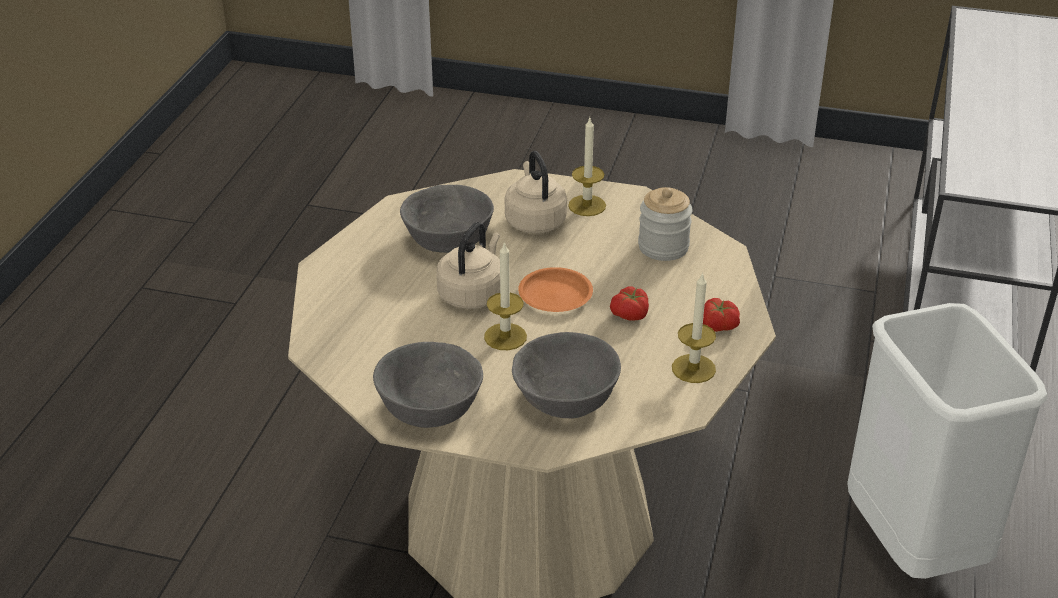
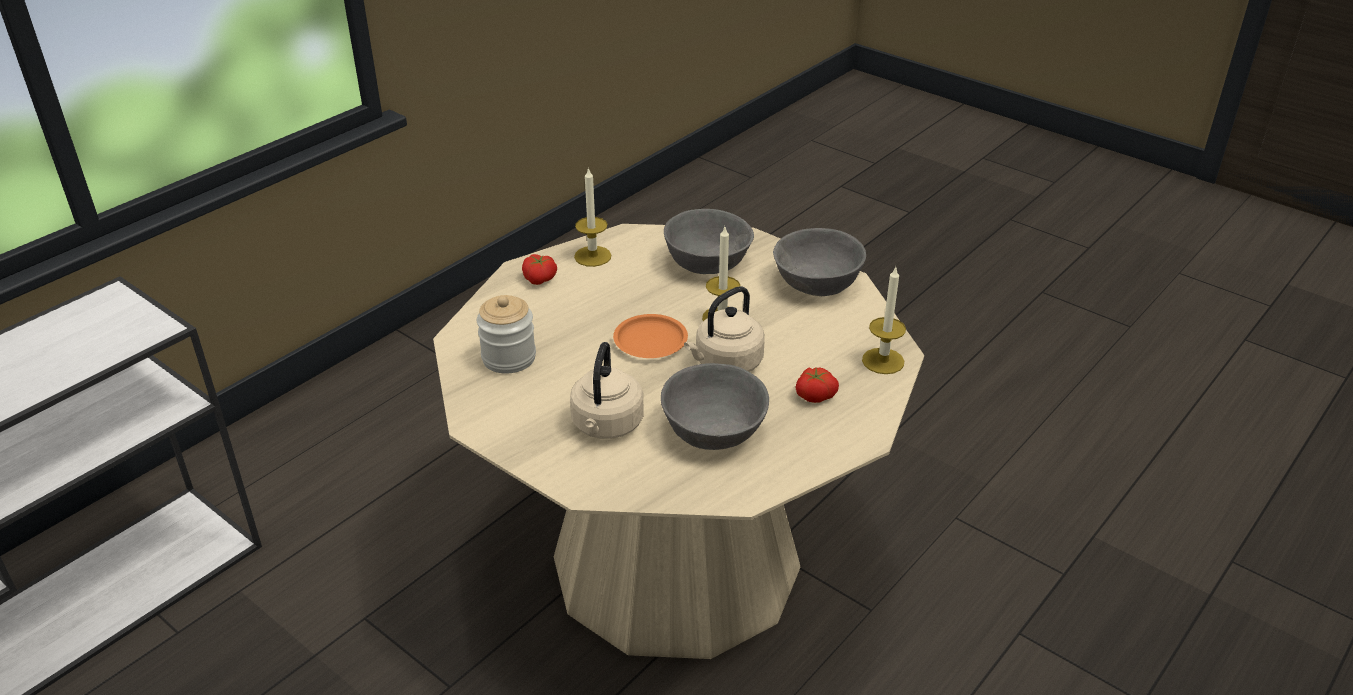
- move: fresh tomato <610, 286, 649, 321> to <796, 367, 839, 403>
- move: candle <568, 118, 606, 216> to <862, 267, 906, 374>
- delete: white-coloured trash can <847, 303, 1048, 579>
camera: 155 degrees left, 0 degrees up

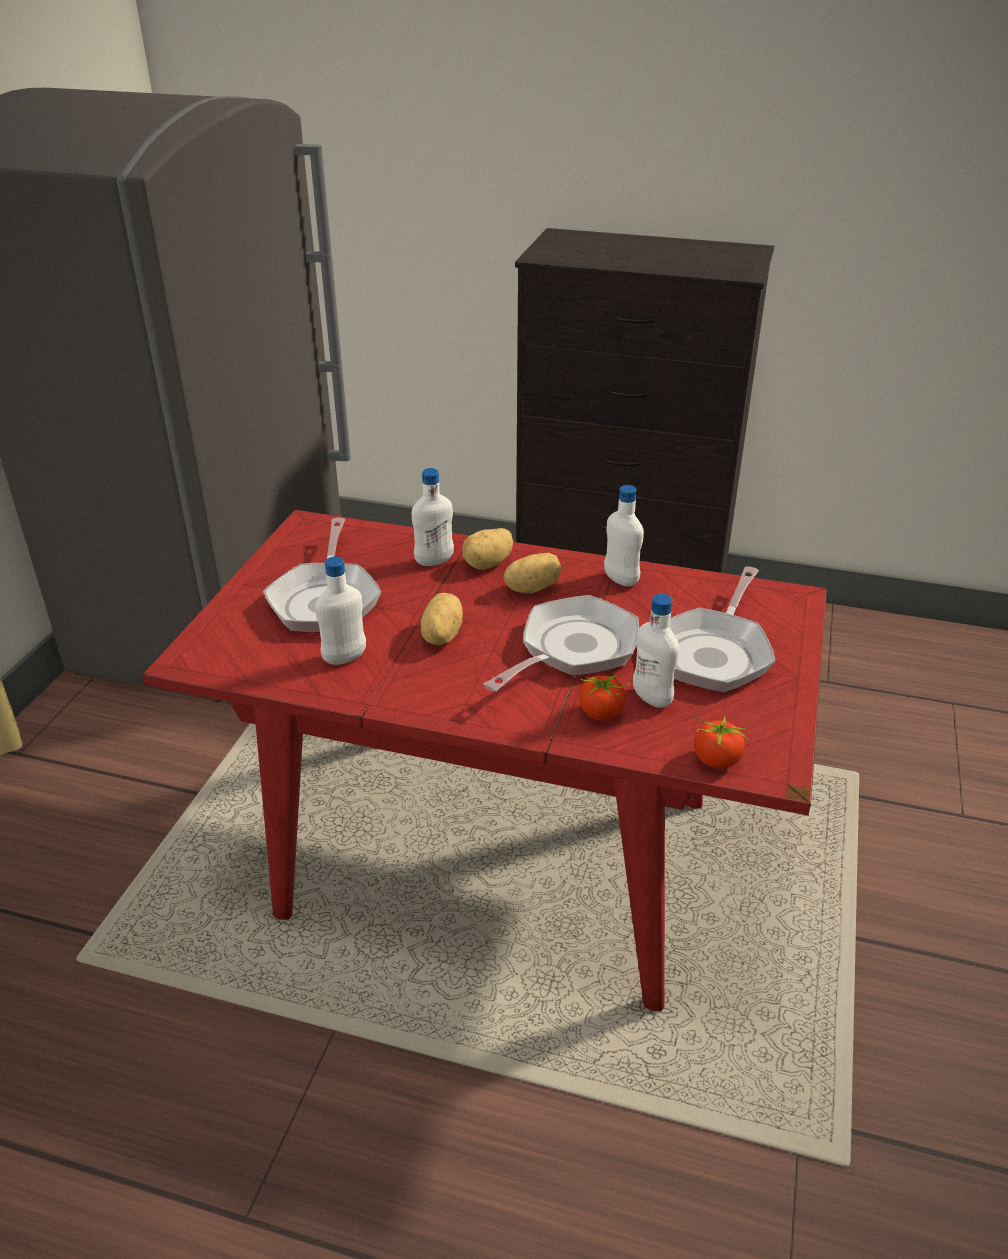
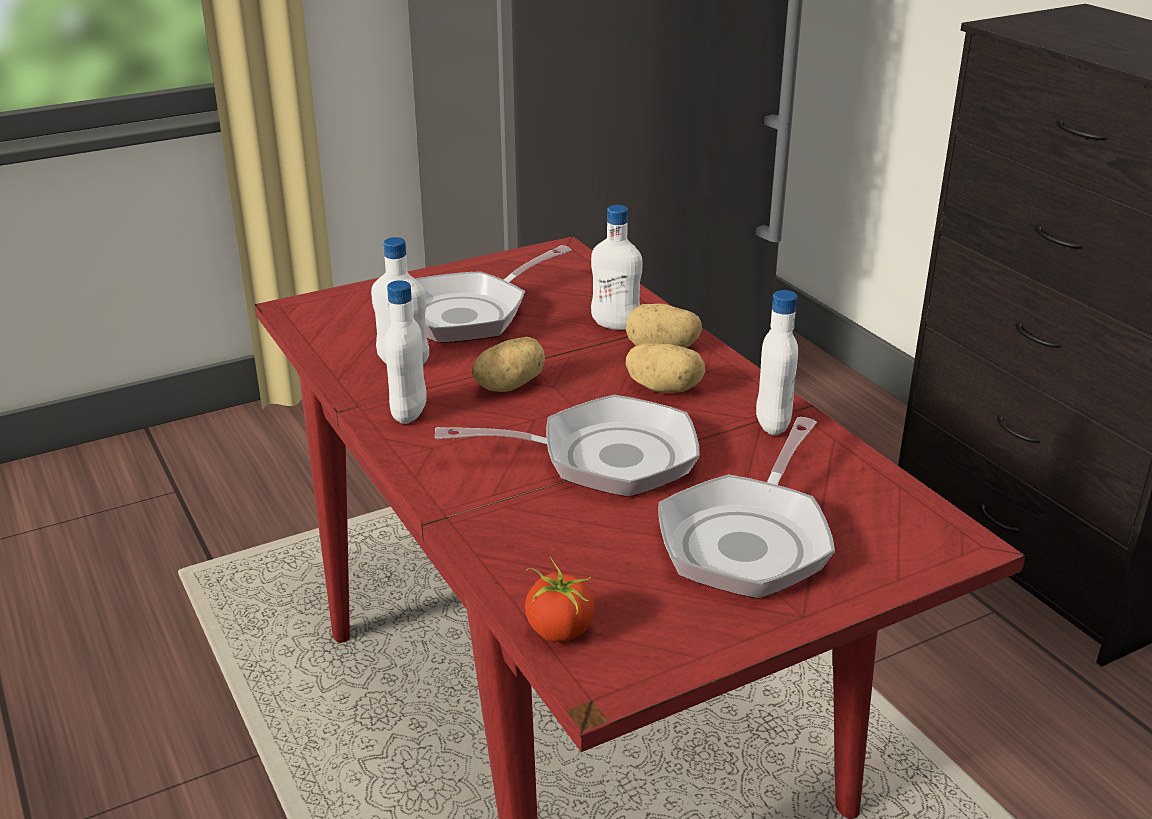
- move: white-coloured bottle <633, 594, 679, 708> to <384, 280, 427, 424>
- rotate: skillet <669, 567, 775, 693> = <658, 417, 835, 599> 45 degrees counterclockwise
- delete: fresh tomato <579, 672, 629, 721>
camera: 45 degrees right, 5 degrees down

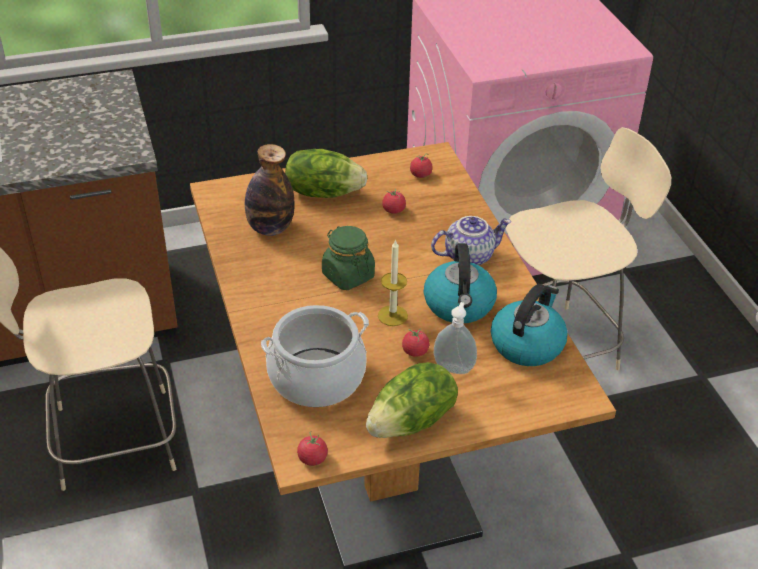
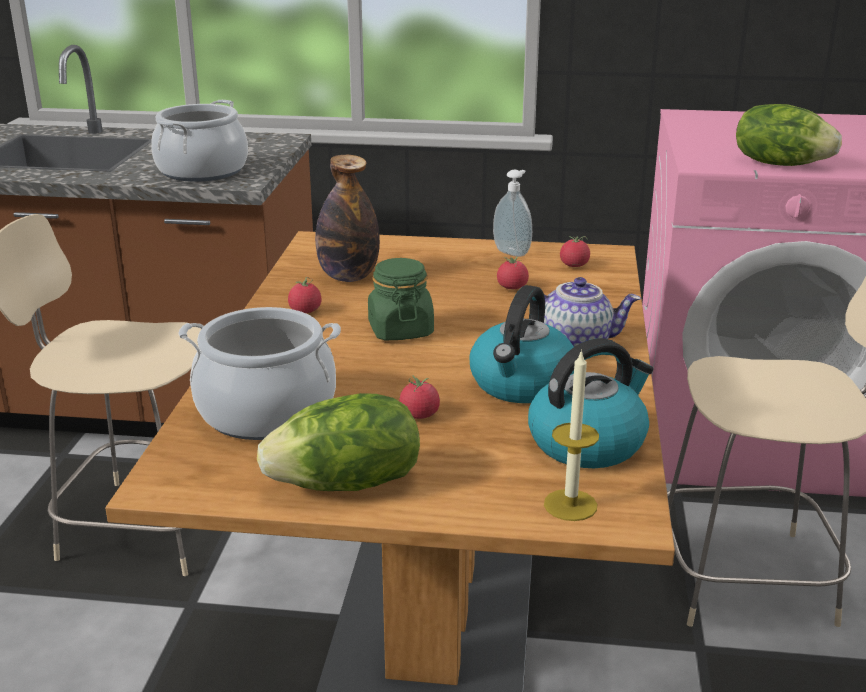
- insert: cooking pot <151, 100, 248, 182>
- move: fresh tomato <297, 431, 328, 466> to <288, 277, 322, 313>
- move: liquid soap bottle <434, 302, 477, 374> to <493, 169, 532, 257>
- move: candle <378, 239, 408, 326> to <544, 349, 599, 521>
- move: head of lettuce <285, 149, 368, 198> to <736, 104, 842, 166>
camera: 25 degrees right, 15 degrees down

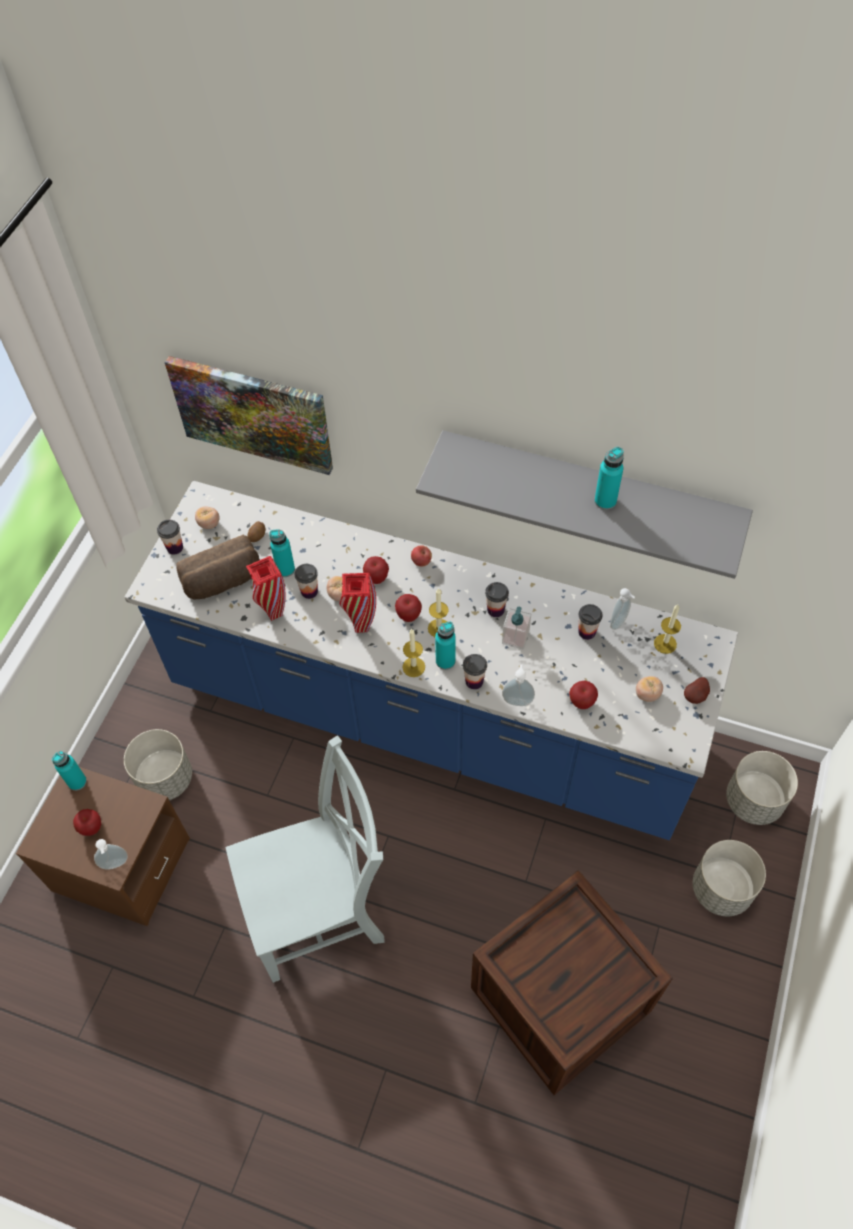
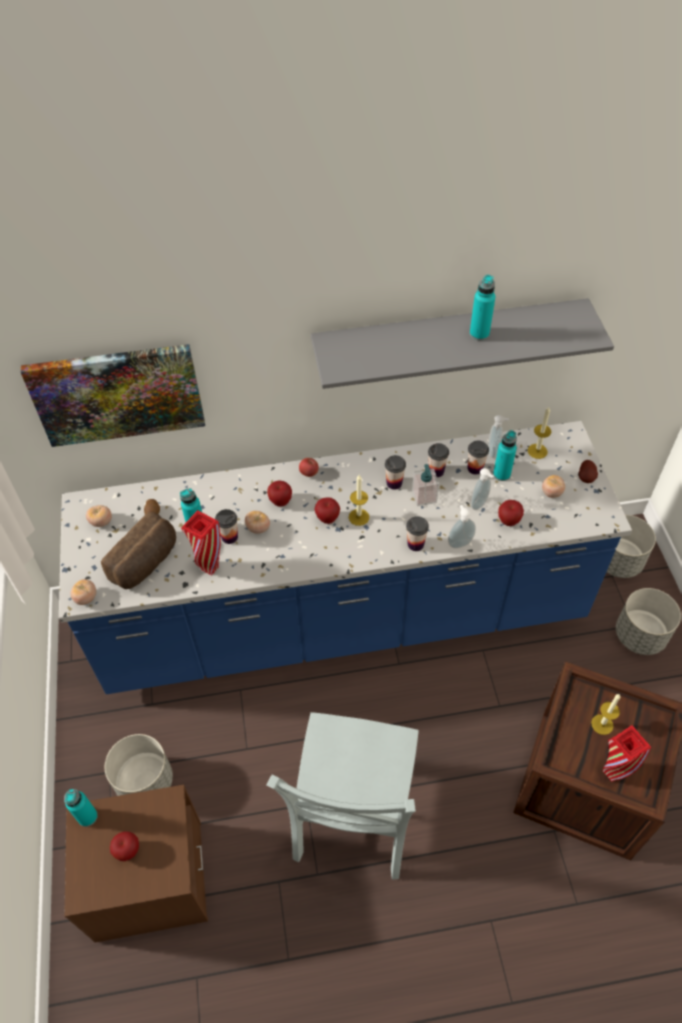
- insert: fresh tomato <71, 579, 96, 605>
- rotate: grey plain chair <225, 735, 385, 983> = <267, 712, 419, 880> 150 degrees clockwise
- move: small cup <157, 520, 183, 555> to <428, 443, 449, 477>
- move: liquid soap bottle <94, 839, 128, 870> to <471, 468, 493, 510>
- move: blue-green bottle <435, 622, 456, 670> to <493, 430, 517, 481>
- move: candle <402, 629, 425, 677> to <591, 694, 620, 735>
- move: red-coloured vase <340, 573, 376, 633> to <603, 725, 651, 782>
camera: 30 degrees left, 5 degrees down

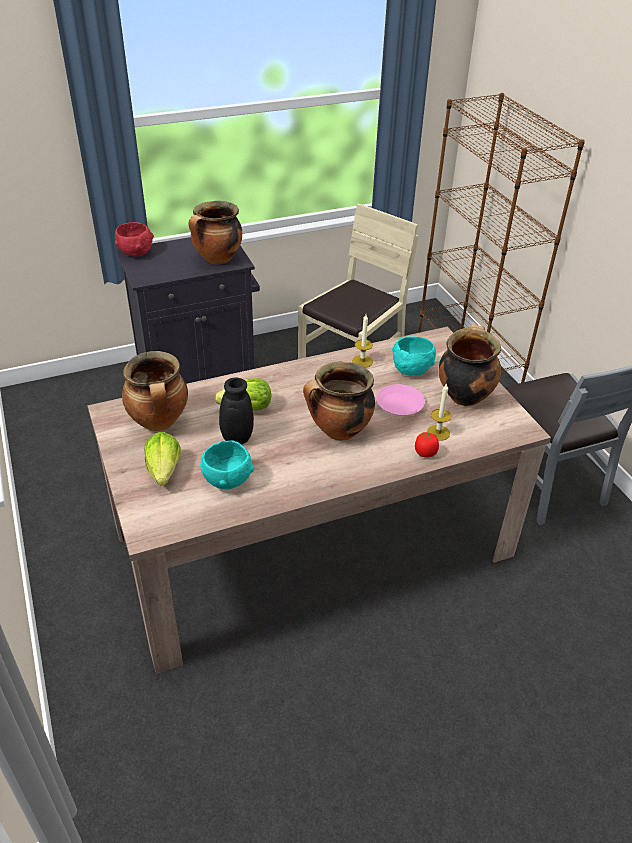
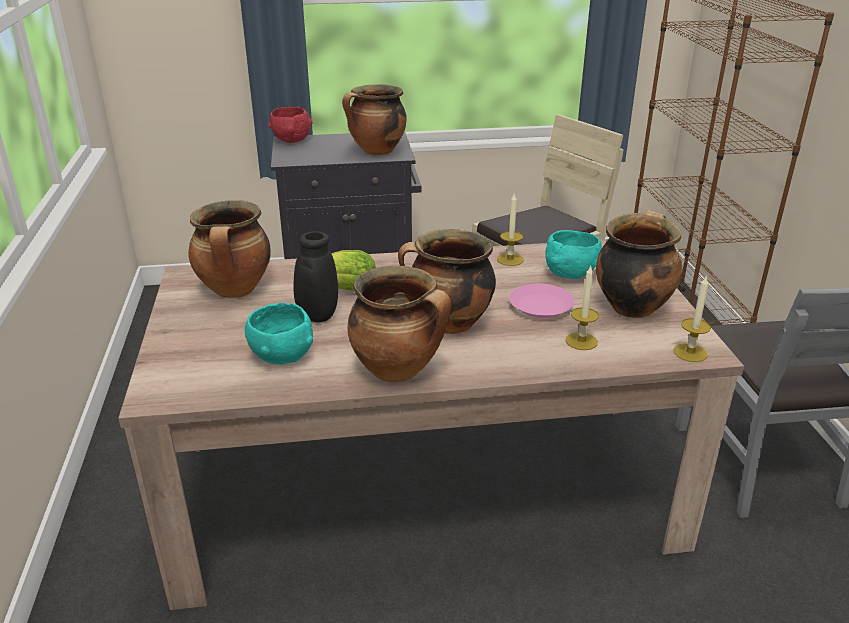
- insert: cooking pot <347, 266, 452, 383>
- insert: candle <674, 275, 711, 362>
- delete: head of lettuce <144, 432, 181, 485>
- delete: fresh tomato <415, 431, 439, 457>
camera: 15 degrees right, 10 degrees down

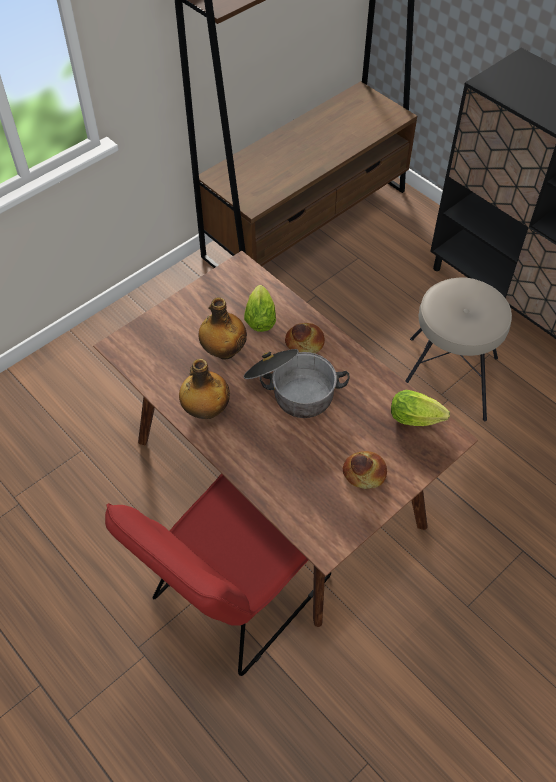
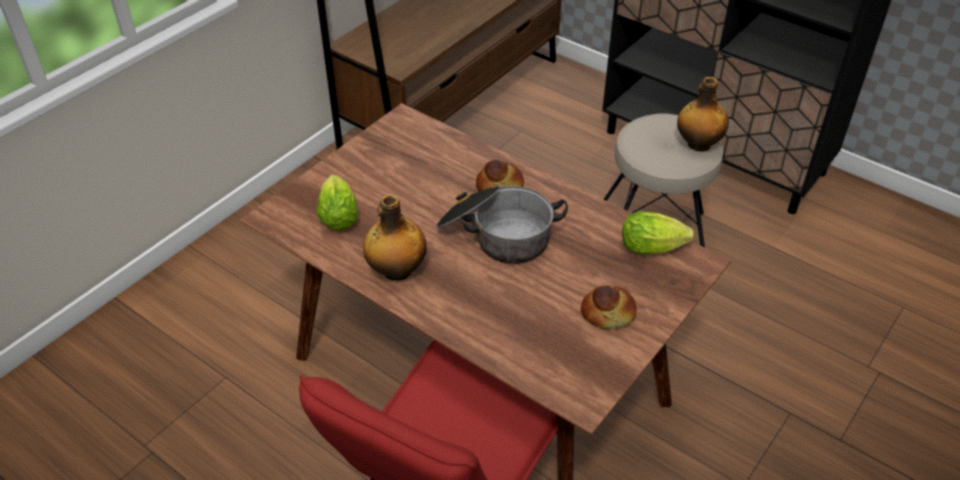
- move: head of lettuce <244, 285, 276, 332> to <317, 175, 358, 230>
- move: bottle <199, 297, 247, 360> to <677, 77, 729, 152>
camera: 10 degrees left, 10 degrees down

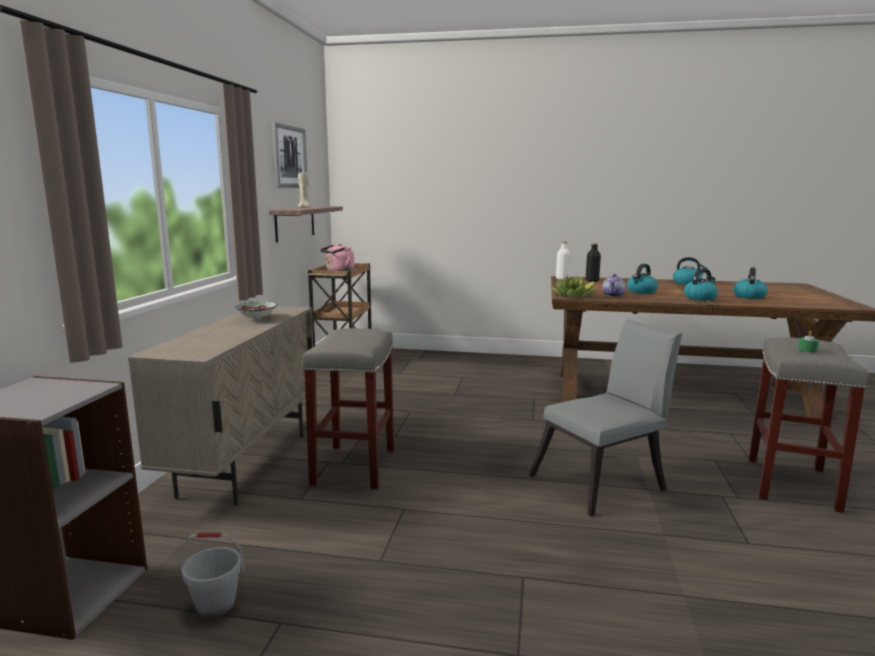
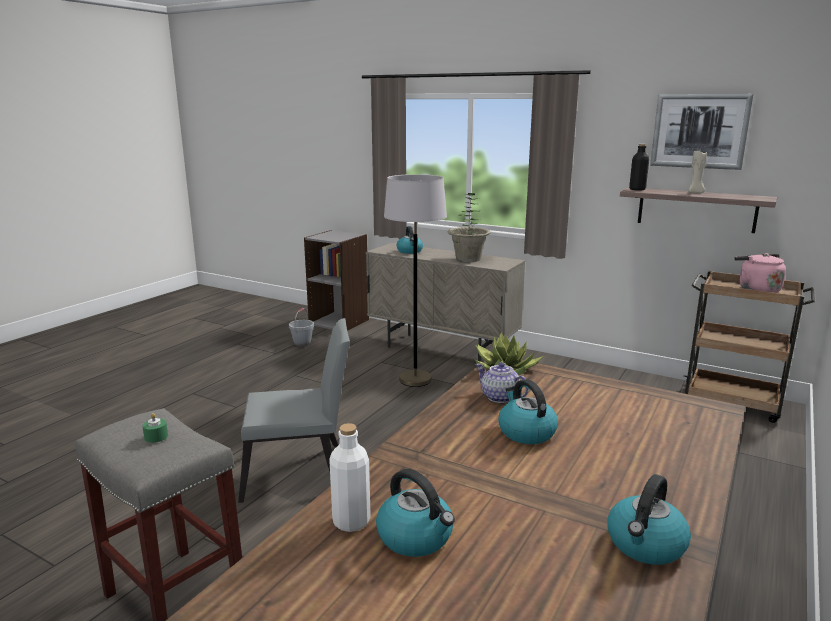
- rotate: grey plain chair <529, 319, 682, 517> = <238, 318, 350, 503> 90 degrees counterclockwise
- move: white-coloured bottle <556, 241, 571, 280> to <329, 423, 371, 532>
- replace: grey stool <302, 328, 394, 489> to grey standing lamp <384, 174, 447, 387>
- move: tea kettle <684, 268, 718, 300> to <397, 226, 423, 254>
- replace: serving bowl <235, 301, 277, 319> to plant in a pot <448, 193, 491, 262>
- move: black-coloured bottle <586, 243, 601, 282> to <629, 144, 649, 191>
camera: 110 degrees right, 5 degrees up

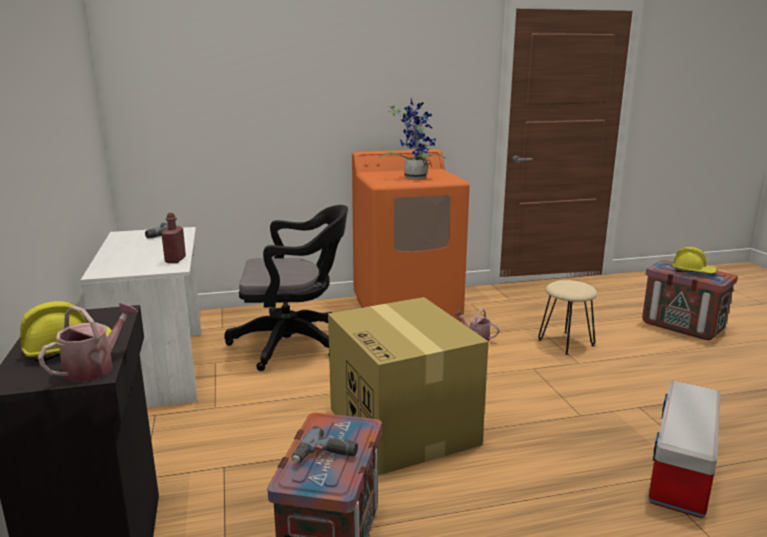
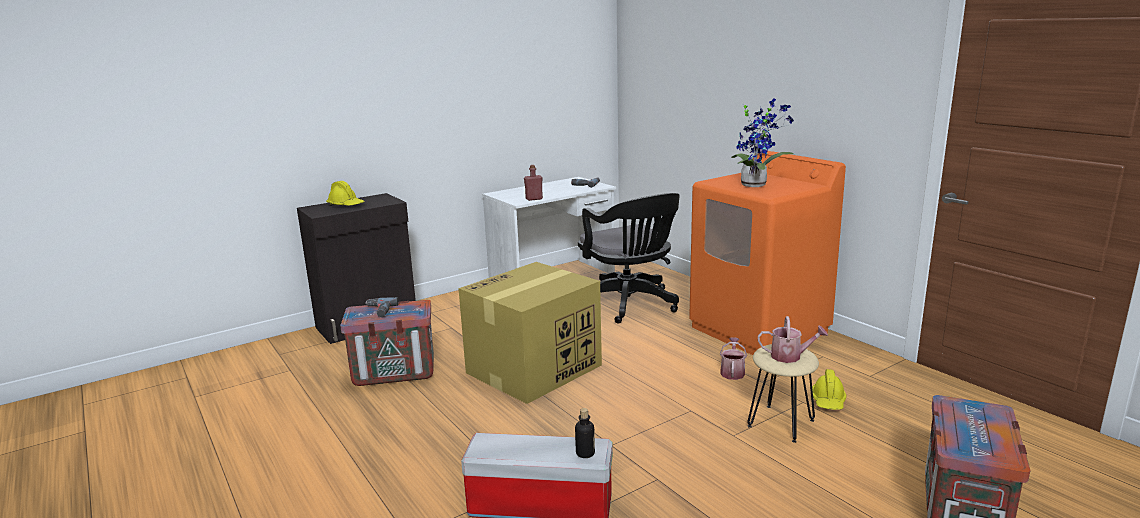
- insert: bottle <575, 408, 595, 458>
- move: watering can <38, 303, 138, 382> to <758, 316, 828, 363>
- move: yellow safety helmet <673, 247, 717, 273> to <812, 369, 846, 410>
camera: 70 degrees right, 0 degrees up

